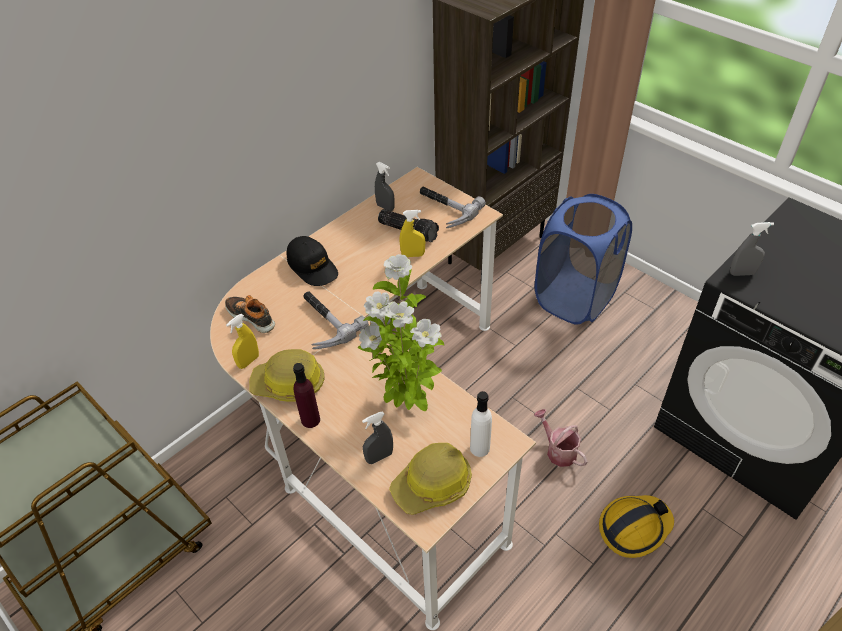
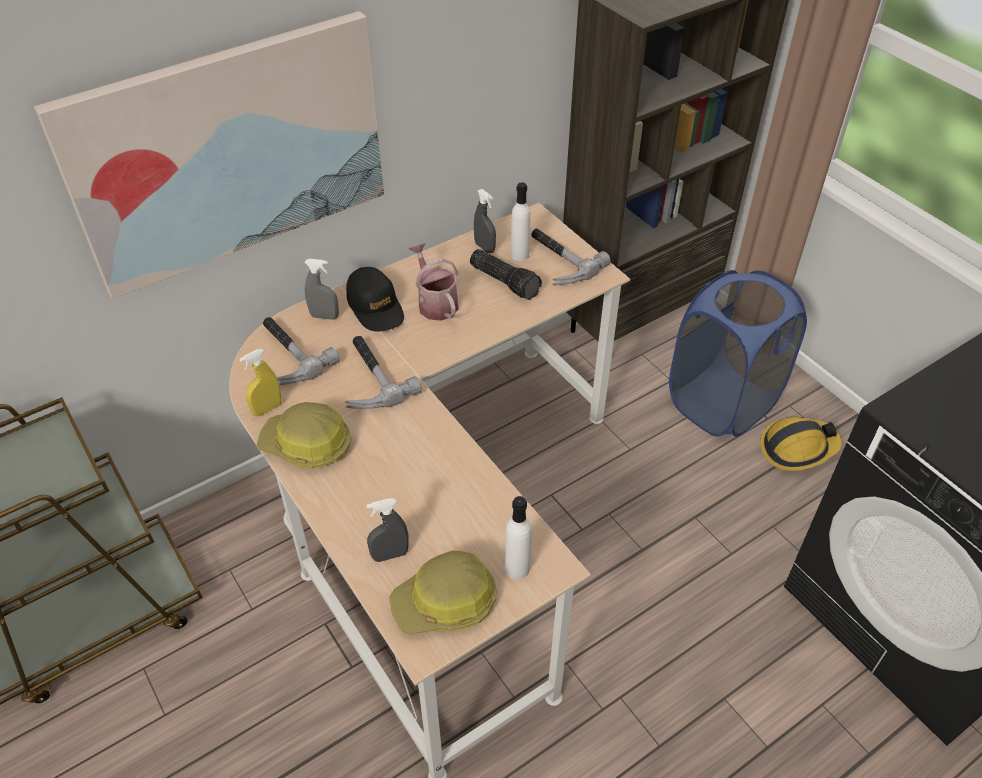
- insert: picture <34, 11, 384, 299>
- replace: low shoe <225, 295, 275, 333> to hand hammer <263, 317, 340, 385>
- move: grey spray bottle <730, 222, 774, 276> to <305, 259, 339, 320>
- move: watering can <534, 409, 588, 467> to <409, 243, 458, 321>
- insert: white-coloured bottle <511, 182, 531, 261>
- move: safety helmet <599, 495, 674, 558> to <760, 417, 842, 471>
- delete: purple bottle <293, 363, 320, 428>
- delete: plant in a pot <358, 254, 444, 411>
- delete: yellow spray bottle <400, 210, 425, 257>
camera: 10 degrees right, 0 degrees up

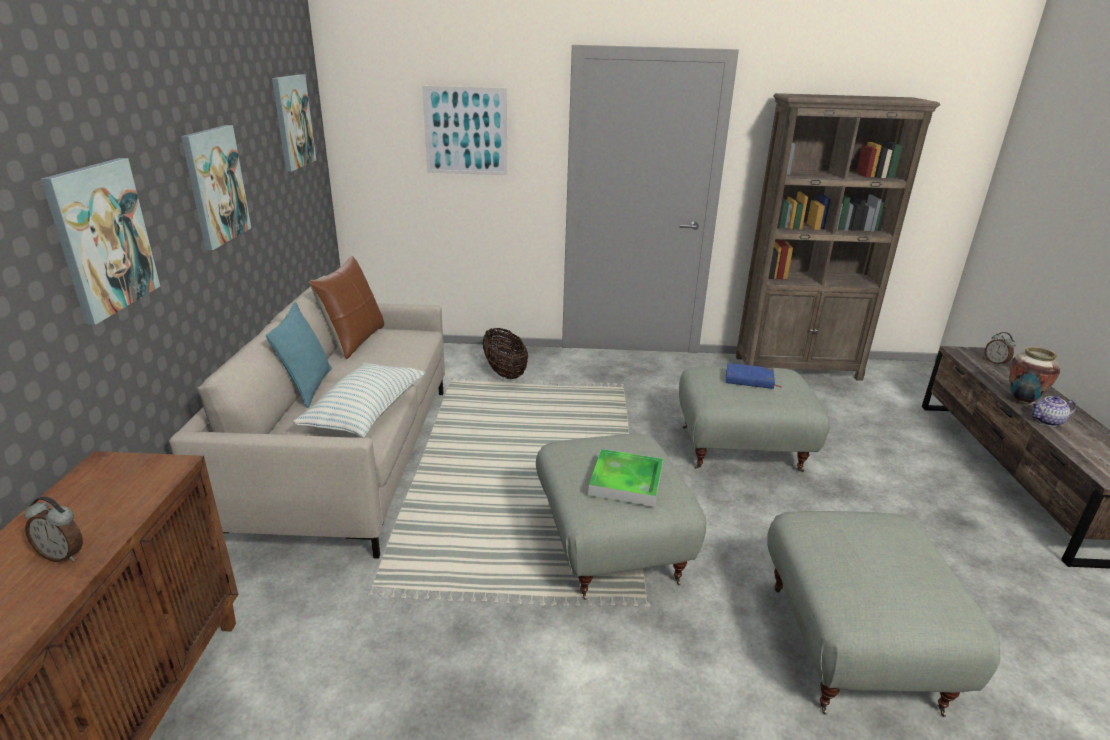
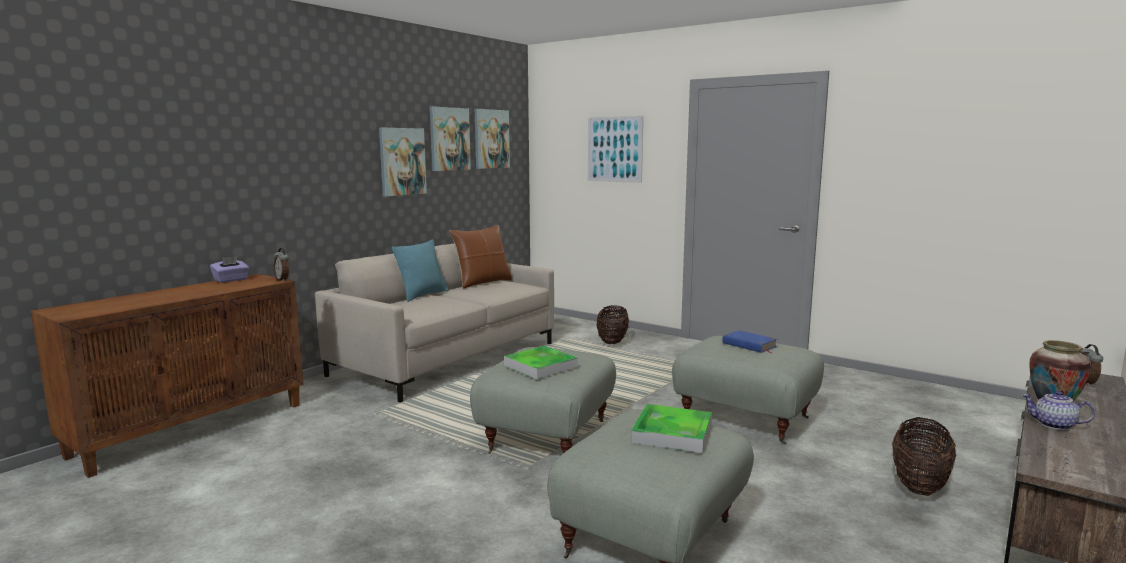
- insert: purple tissue holder <210, 256, 249, 283>
- move: alarm clock <24, 496, 83, 562> to <274, 248, 289, 282>
- move: picture <41, 158, 160, 325> to <430, 106, 471, 171>
- insert: carrying tray <631, 404, 712, 453>
- insert: basket <892, 417, 956, 496>
- delete: throw pillow <293, 362, 426, 438>
- delete: brown-coloured bookcase <736, 93, 940, 381>
camera: 35 degrees right, 15 degrees down

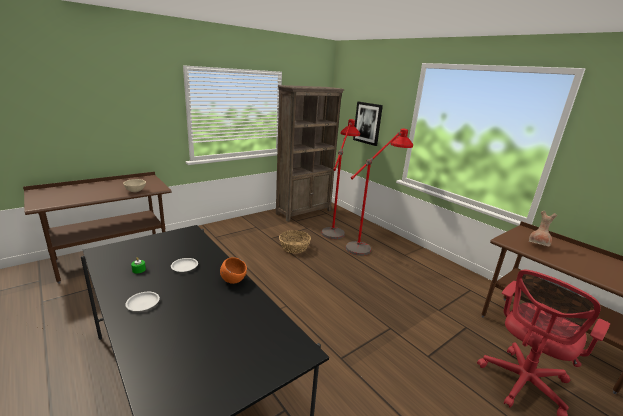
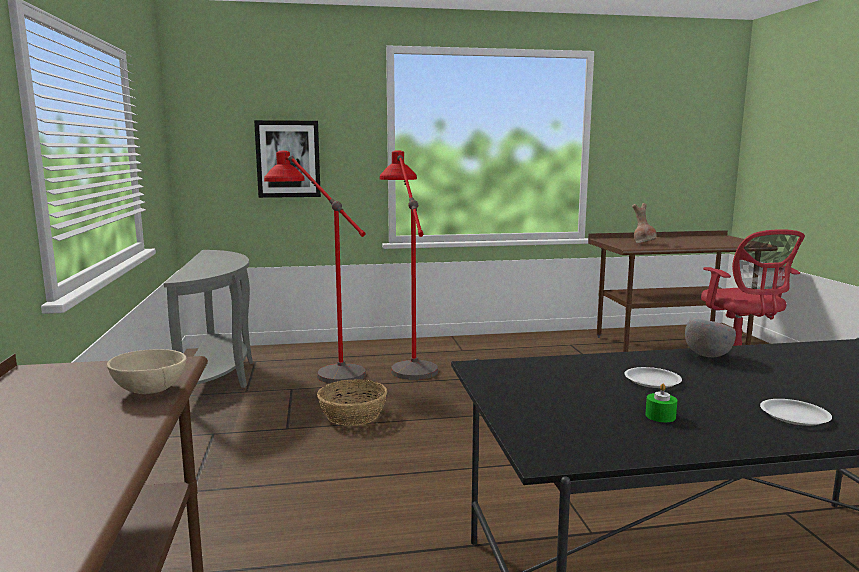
- replace: brown-coloured bookcase <276, 85, 344, 222> to grey hall table <164, 250, 253, 388>
- recolor: orangey serving bowl <220, 257, 247, 284> to grey serving bowl <685, 318, 736, 357>
camera: 60 degrees left, 10 degrees down

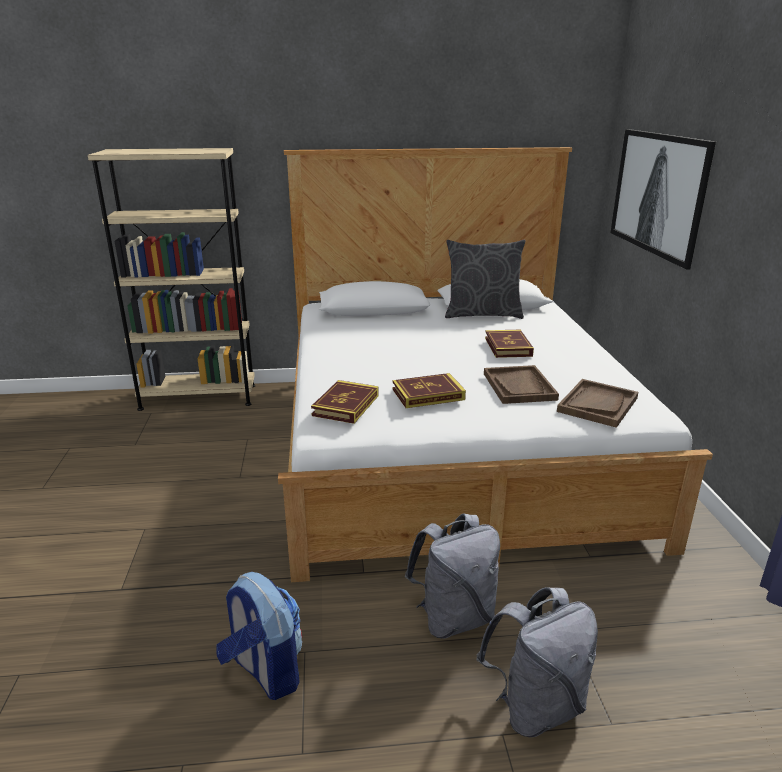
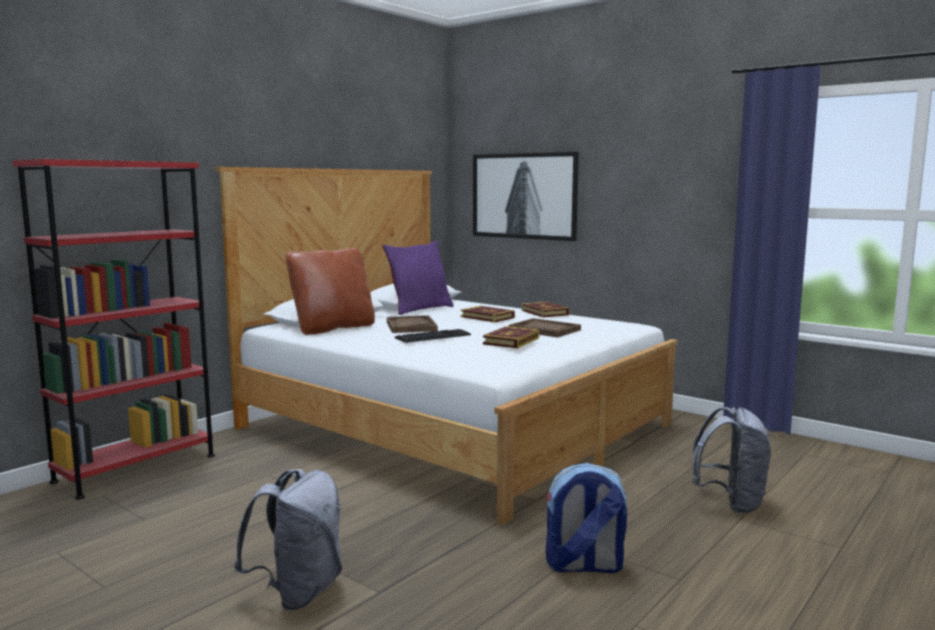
- recolor: beige bookcase <88, 148, 255, 411> to red-coloured bookcase <13, 159, 215, 500>
- move: grey rucksack <405, 514, 500, 639> to <234, 469, 342, 611>
- insert: brown-coloured throw pillow <285, 248, 375, 335>
- recolor: grey throw pillow <445, 240, 525, 319> to purple throw pillow <383, 241, 454, 315>
- move: brown-coloured carrying tray <557, 379, 638, 428> to <387, 315, 438, 333>
- insert: keyboard <395, 329, 471, 343>
- move: book <311, 380, 379, 424> to <521, 302, 570, 318>
camera: 45 degrees left, 15 degrees down

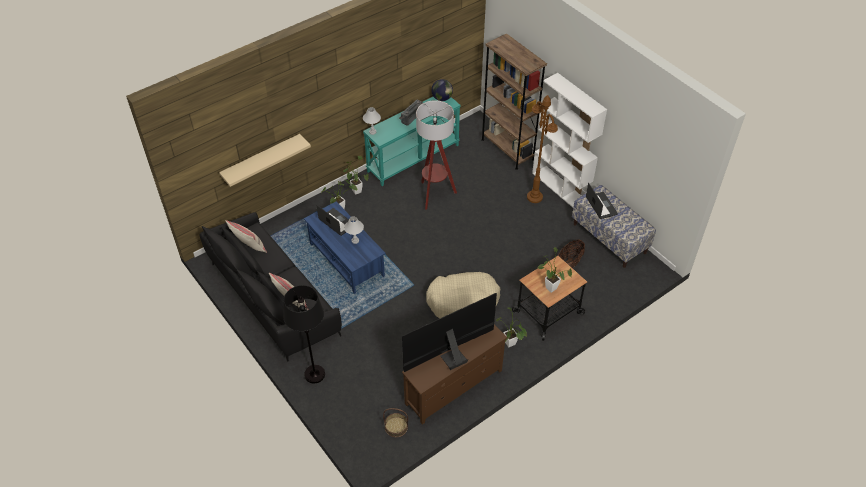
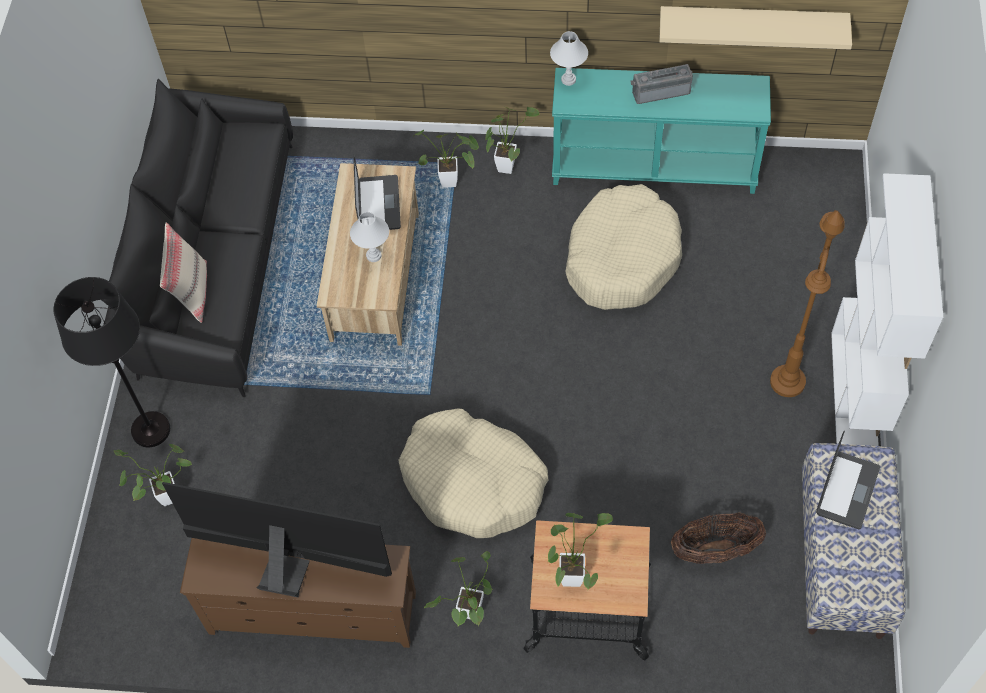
- insert: plant in a pot <114, 444, 192, 506>
- recolor: blue coffee table <304, 201, 386, 294> to beige coffee table <317, 163, 419, 346>
- replace: standing lamp <416, 100, 457, 210> to beige pet bed <566, 184, 682, 310>
- move: beige shelf <219, 134, 311, 187> to <659, 6, 852, 50>
- delete: beige throw pillow <225, 220, 267, 253>
- delete: basket <383, 408, 408, 437>
- delete: desk globe <431, 79, 453, 101>
- delete: brown-coloured bookcase <481, 33, 547, 170>
camera: 45 degrees right, 10 degrees up

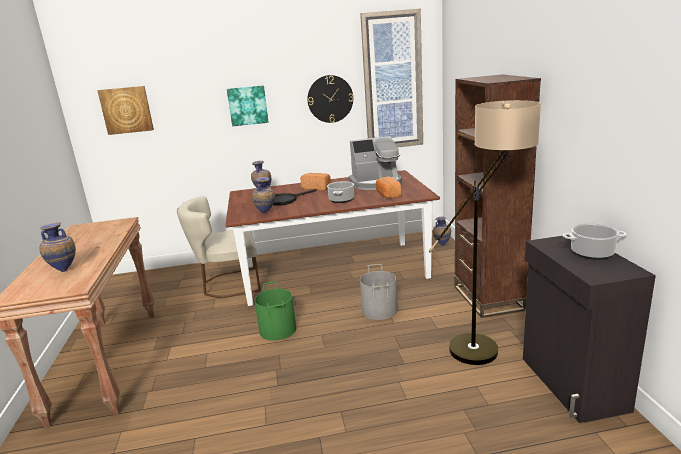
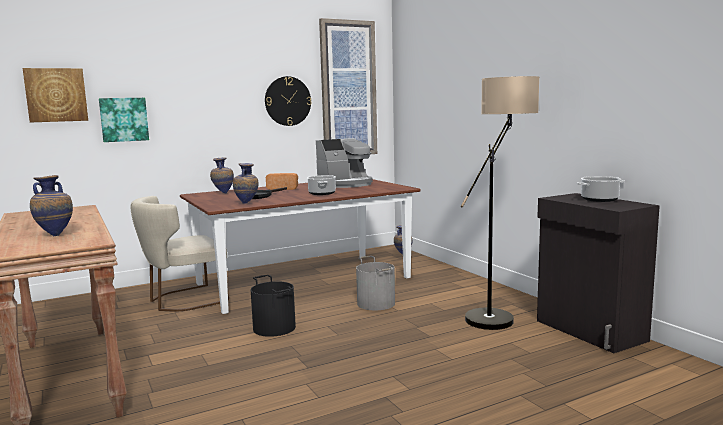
- move: picture <227, 85, 269, 126> to <99, 98, 149, 142>
- recolor: green-coloured bucket <255, 281, 296, 341> to black-coloured bucket <251, 275, 296, 337>
- delete: bakery bread <376, 176, 401, 198>
- delete: brown-coloured bookcase <454, 74, 541, 318>
camera: 20 degrees left, 10 degrees down

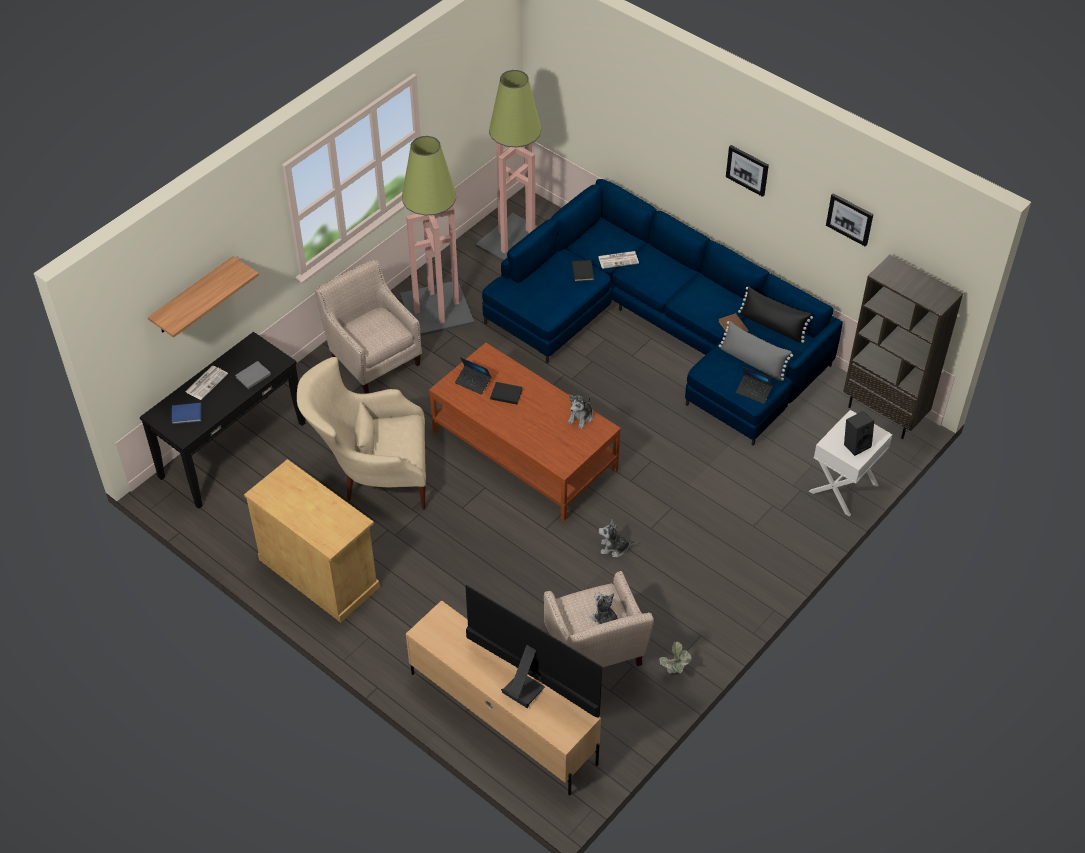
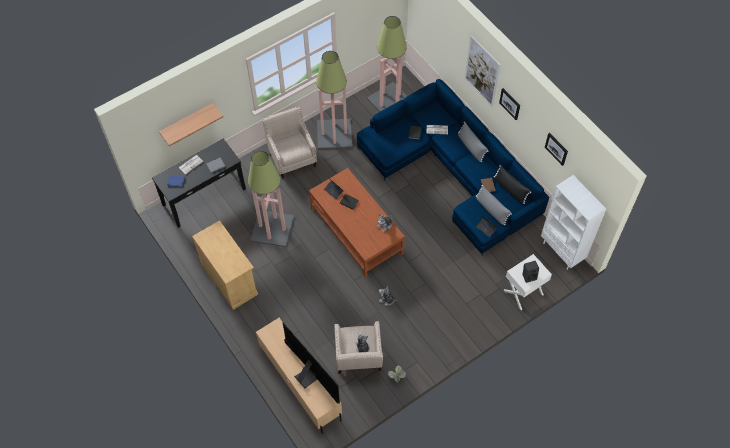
- replace: beige lounge chair <297, 357, 426, 510> to standing lamp <248, 151, 294, 247>
- insert: grey throw pillow <458, 122, 488, 162>
- insert: picture <465, 35, 500, 107>
- recolor: brown-coloured bookcase <843, 255, 963, 439> to white-coloured bookcase <541, 175, 606, 270>
camera: 15 degrees right, 10 degrees up

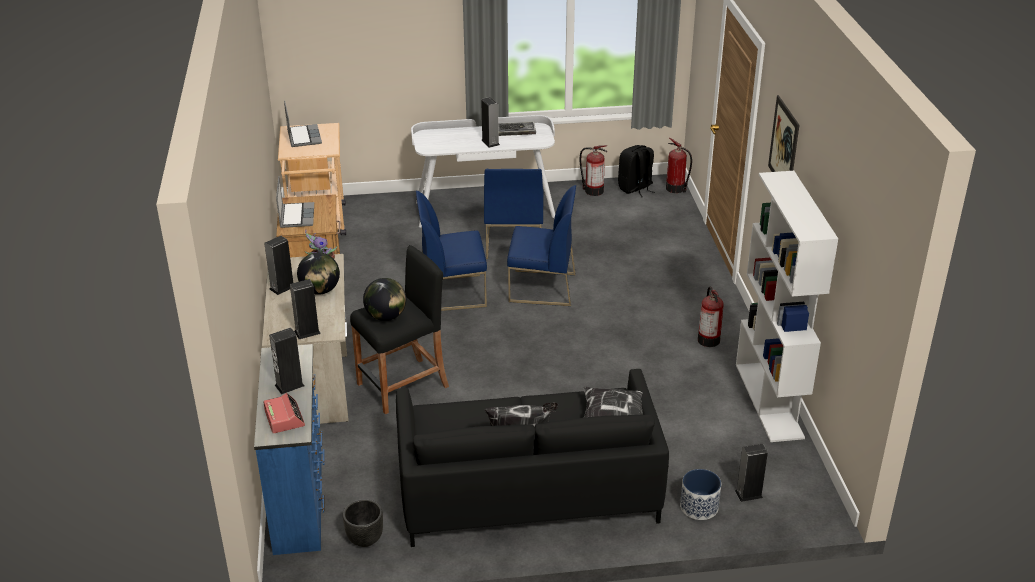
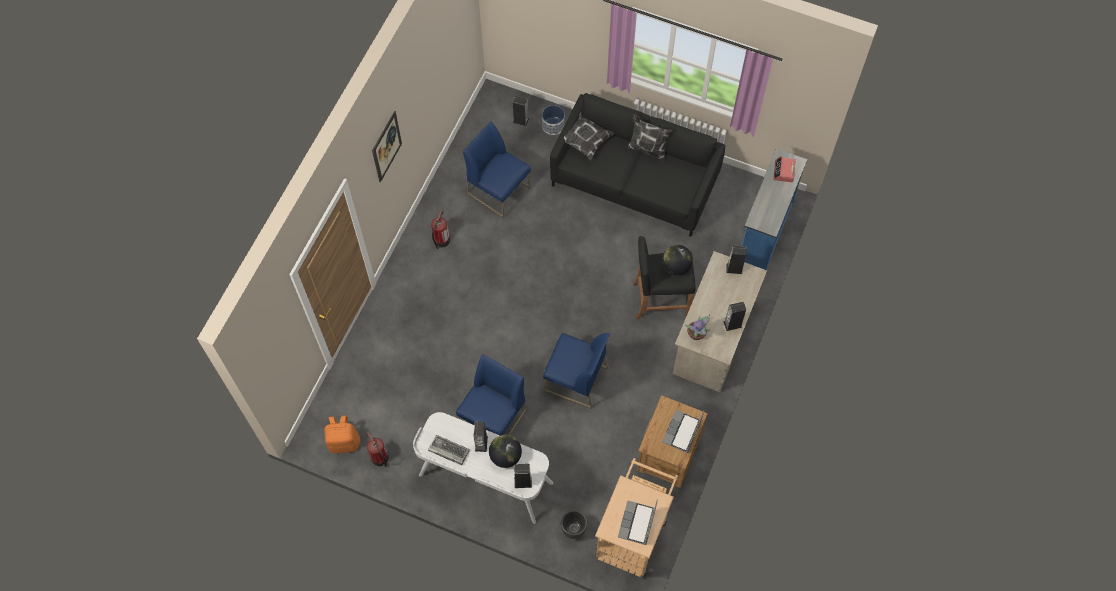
- recolor: black-coloured rucksack <618, 145, 655, 197> to orangey rucksack <325, 415, 360, 454>
- move: blue plain chair <507, 185, 576, 306> to <463, 121, 531, 218>
- move: desk globe <297, 252, 340, 295> to <489, 435, 522, 468>
- move: speaker <269, 327, 305, 395> to <514, 464, 532, 488>
- move: black-coloured plant pot <343, 499, 383, 547> to <561, 510, 587, 539>
- delete: fire extinguisher <666, 138, 692, 193>
- delete: white-coloured bookcase <736, 171, 838, 442>
camera: 150 degrees left, 30 degrees up

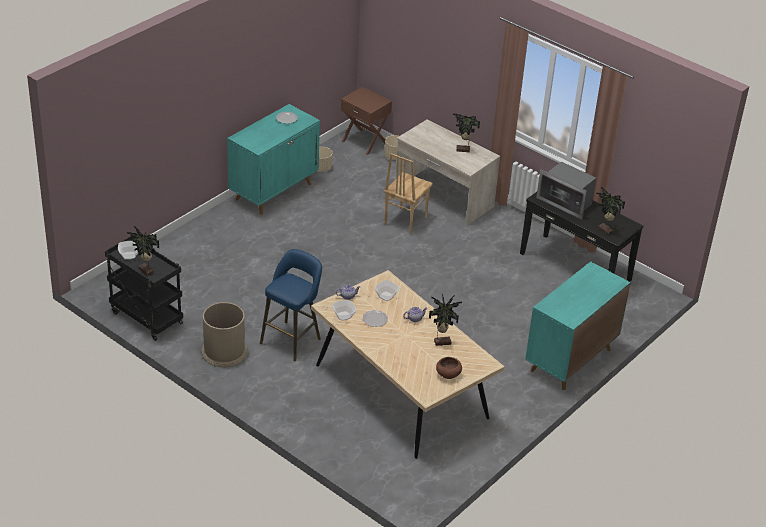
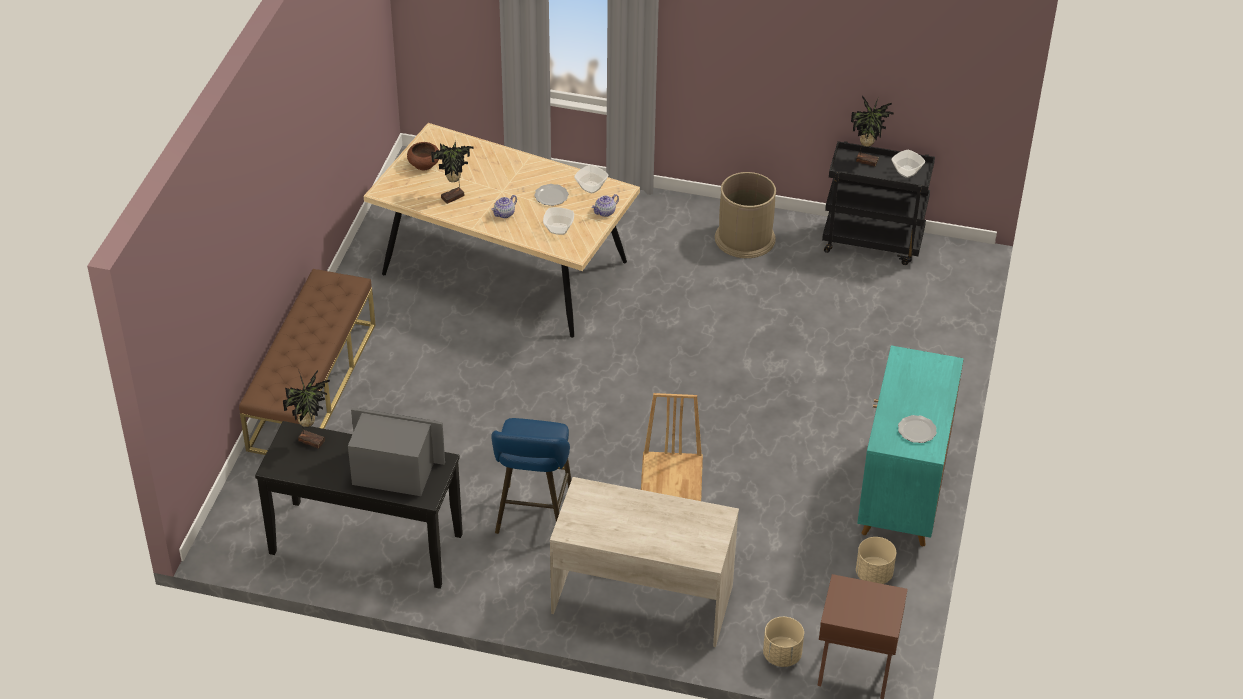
- replace: blue-green cupboard <525, 262, 631, 390> to brown-coloured long seat <239, 269, 375, 455>
- move: blue stool <260, 249, 322, 361> to <491, 418, 571, 534>
- delete: plant in a pot <453, 114, 480, 152>
camera: 155 degrees right, 5 degrees up

